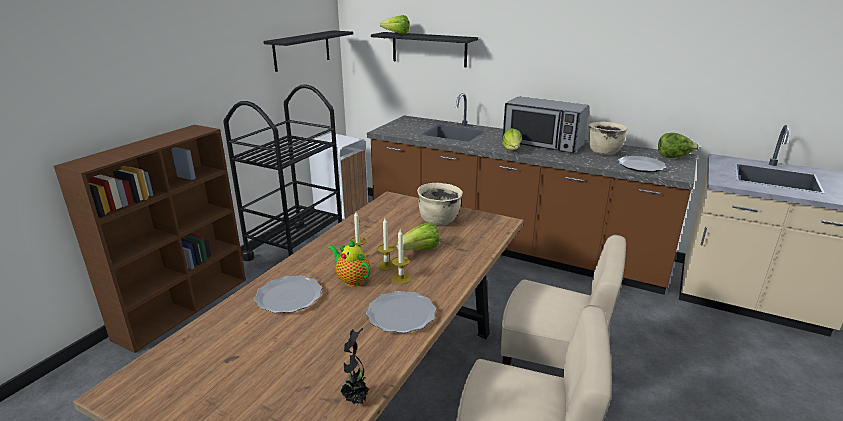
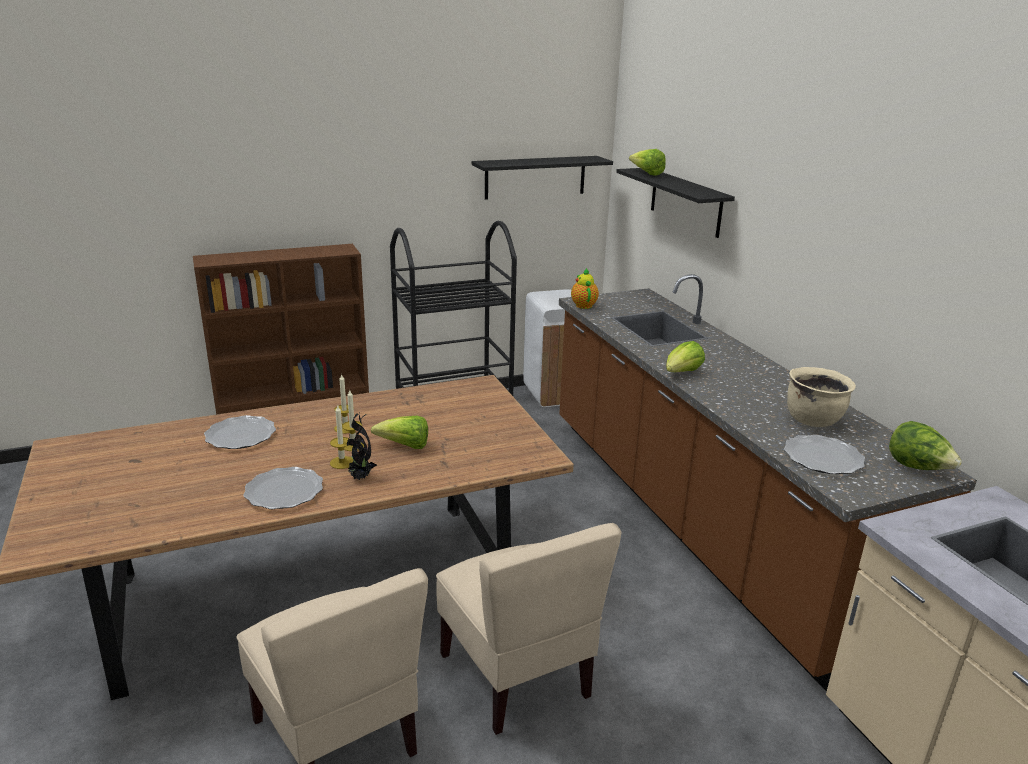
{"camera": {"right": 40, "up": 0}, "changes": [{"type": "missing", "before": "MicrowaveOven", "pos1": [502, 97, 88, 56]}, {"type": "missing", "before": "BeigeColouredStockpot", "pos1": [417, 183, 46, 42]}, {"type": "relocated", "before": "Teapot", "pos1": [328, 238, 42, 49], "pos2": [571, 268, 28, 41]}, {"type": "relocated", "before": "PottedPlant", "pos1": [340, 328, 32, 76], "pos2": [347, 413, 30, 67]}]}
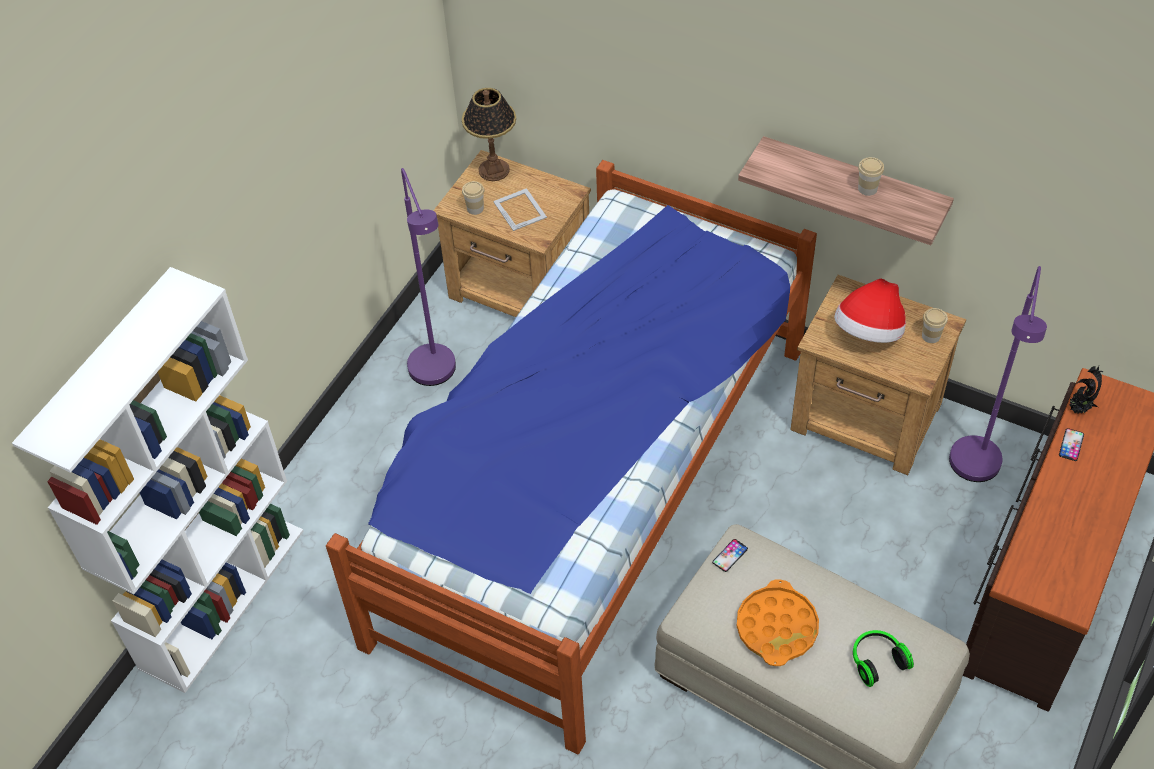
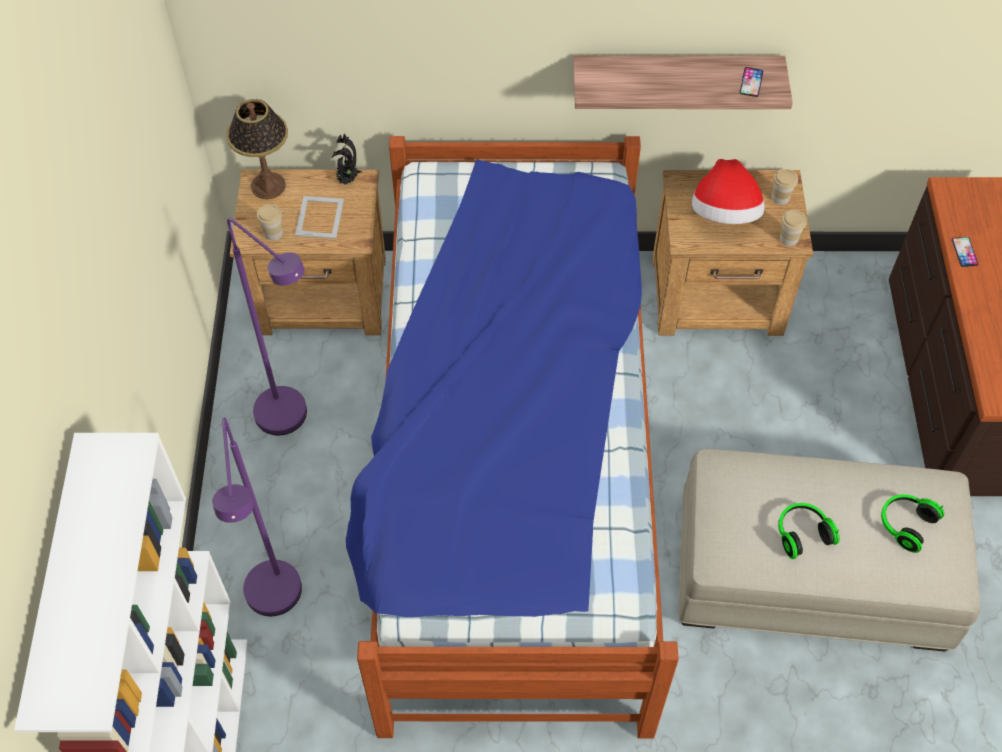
{"camera": {"right": -30, "up": 5}, "changes": [{"type": "relocated", "before": "DrinkingCup", "pos1": [858, 157, 26, 39], "pos2": [780, 210, 27, 36]}, {"type": "spun", "before": "PictureFrame", "pos1": [493, 188, 54, 43], "pos2": [295, 196, 49, 43], "turn": 60}, {"type": "relocated", "before": "PurplishFloorLamp", "pos1": [949, 266, 98, 216], "pos2": [212, 417, 90, 199]}, {"type": "relocated", "before": "PottedPlant", "pos1": [1069, 366, 34, 48], "pos2": [332, 134, 30, 51]}, {"type": "relocated", "before": "Telephone", "pos1": [712, 539, 36, 33], "pos2": [740, 67, 23, 30]}, {"type": "exchanged", "before": "OrangeColouredServingTray", "after": "Headphones", "pos1": [737, 579, 82, 87], "pos2": [778, 503, 61, 56]}]}
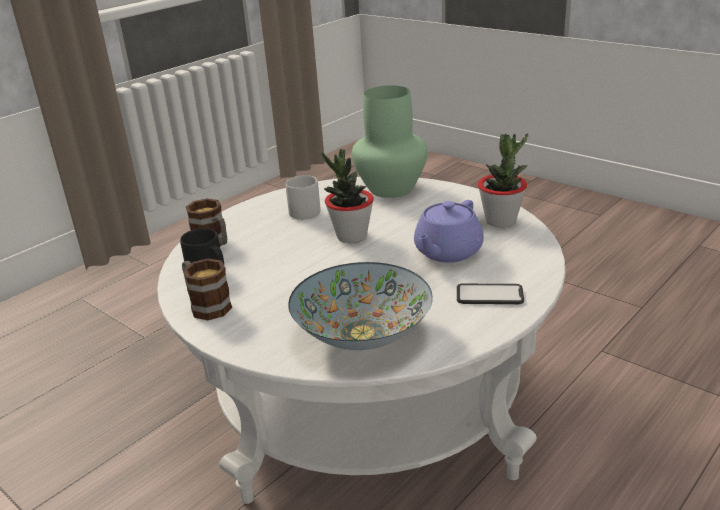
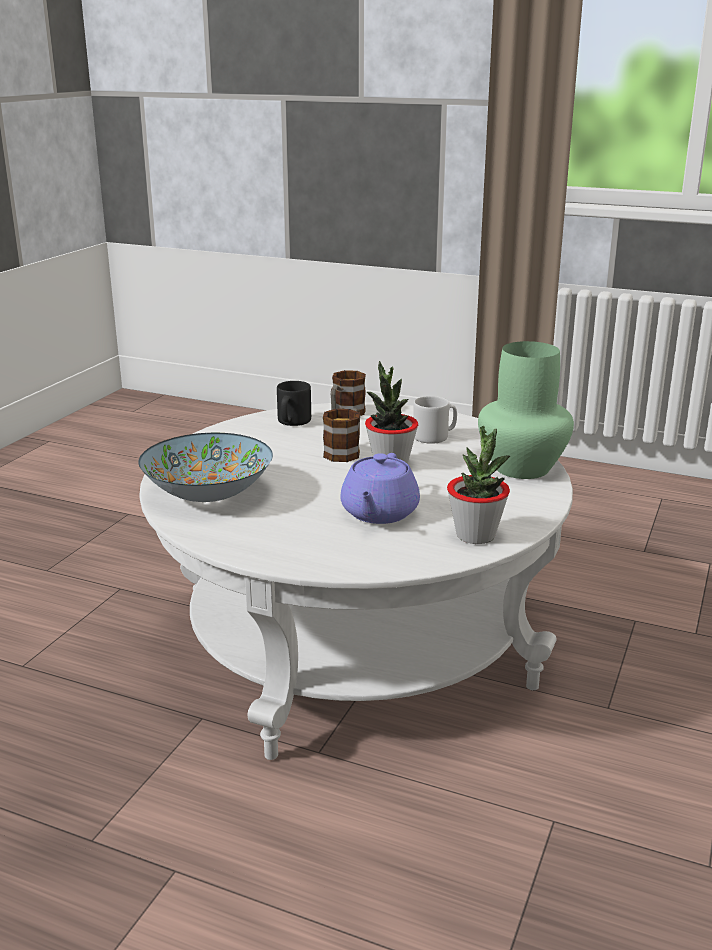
{"camera": {"right": 70, "up": -5}, "changes": [{"type": "spun", "before": "PurplishTeapot", "pos1": [414, 200, 70, 63], "pos2": [340, 453, 80, 71], "turn": -90}, {"type": "relocated", "before": "Mug", "pos1": [182, 258, 50, 62], "pos2": [323, 408, 37, 54]}, {"type": "missing", "before": "Telephone", "pos1": [457, 284, 67, 20]}]}
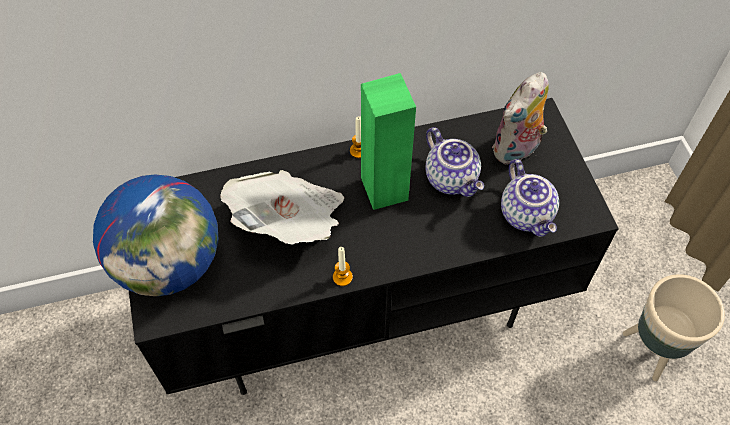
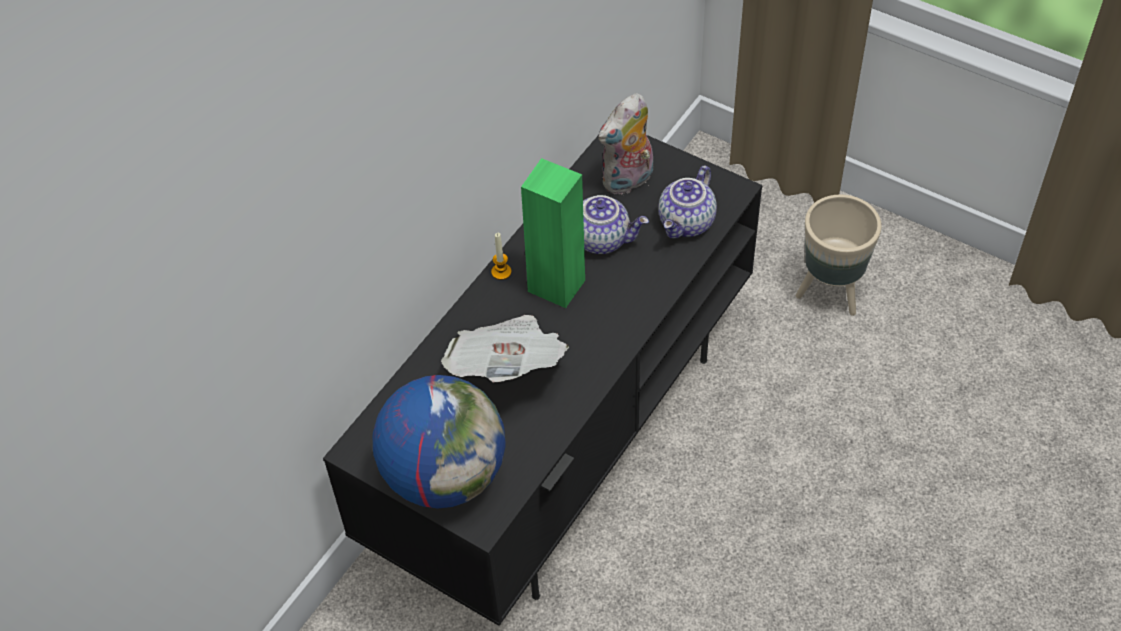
{"camera": {"right": -40, "up": -5}, "changes": [{"type": "spun", "before": "PlushToy", "pos1": [492, 72, 57, 93], "pos2": [599, 93, 54, 103], "turn": 45}, {"type": "spun", "before": "Teapot", "pos1": [501, 159, 58, 78], "pos2": [658, 165, 59, 74], "turn": 90}, {"type": "missing", "before": "WaxLight", "pos1": [333, 247, 20, 39]}]}
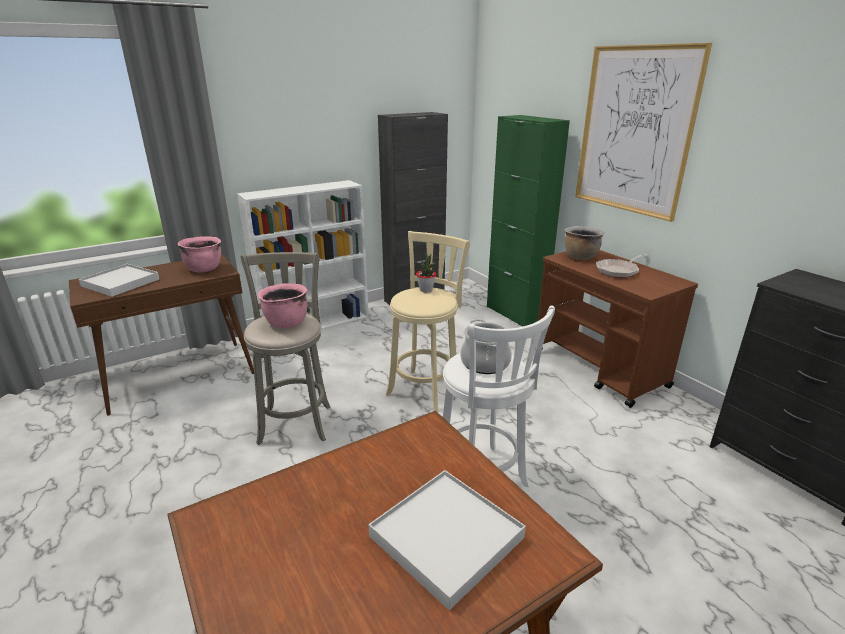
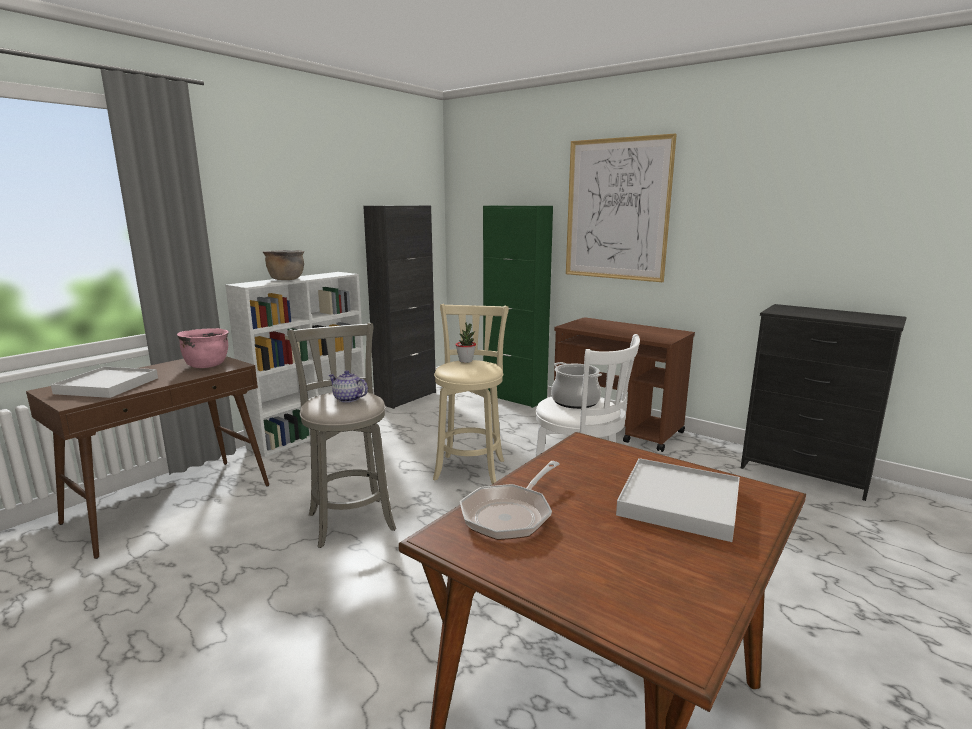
{"camera": {"right": -20, "up": -10}, "changes": [{"type": "relocated", "before": "BrownColouredStockpot", "pos1": [564, 226, 40, 34], "pos2": [263, 250, 41, 30]}, {"type": "relocated", "before": "Skillet", "pos1": [596, 254, 51, 24], "pos2": [460, 461, 100, 79]}, {"type": "exchanged", "before": "PinkStockpot", "after": "Teapot", "pos1": [258, 283, 49, 45], "pos2": [328, 370, 40, 33]}]}
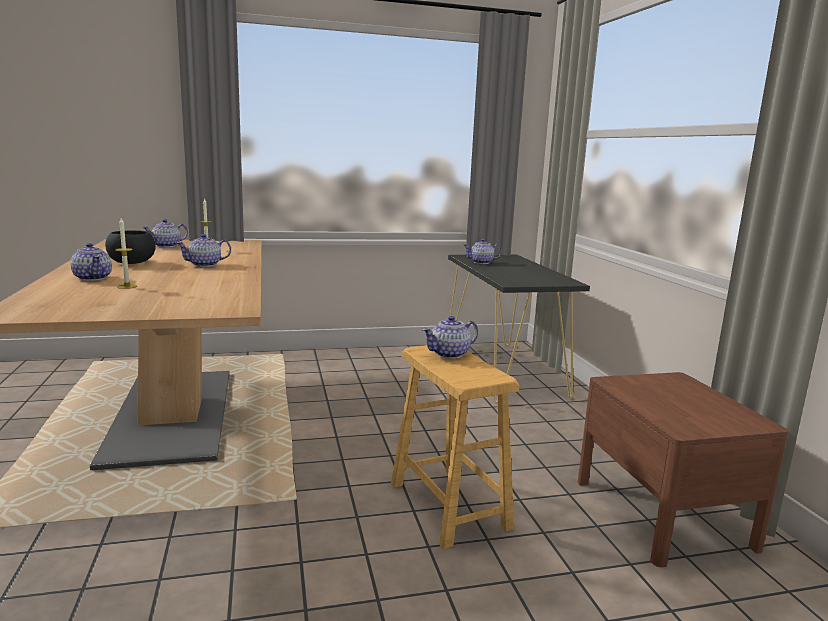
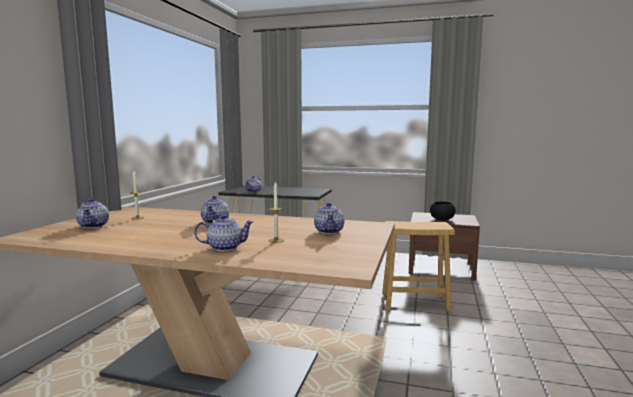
{"camera": {"right": -60, "up": -5}, "changes": [{"type": "relocated", "before": "BlackServingBowl", "pos1": [105, 230, 51, 34], "pos2": [430, 201, 26, 19]}, {"type": "relocated", "before": "Teapot", "pos1": [422, 316, 56, 43], "pos2": [314, 202, 30, 32]}]}
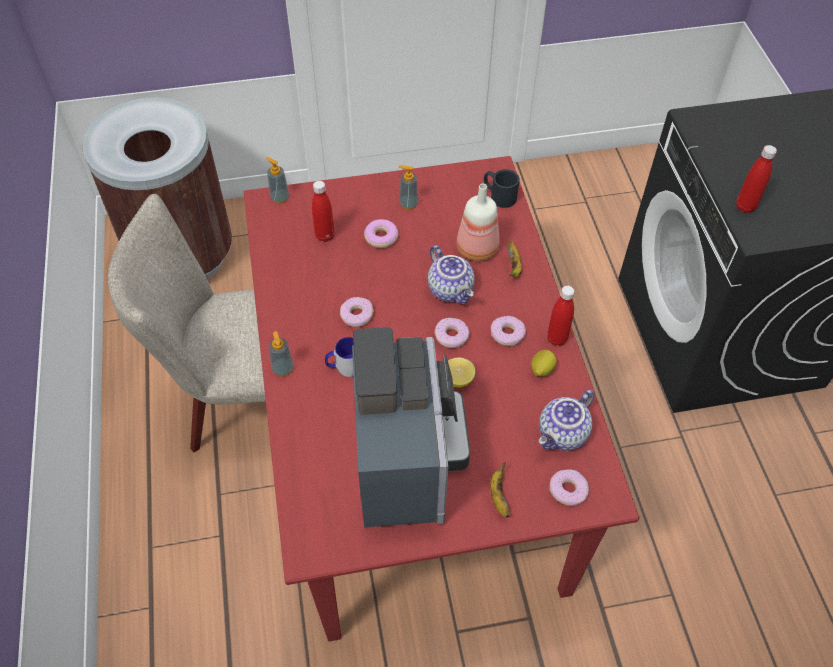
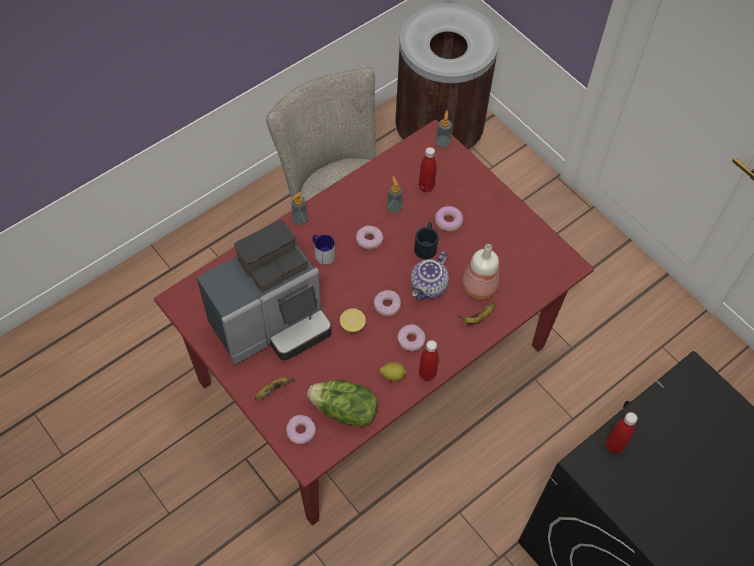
{"camera": {"right": 60, "up": 5}, "changes": [{"type": "relocated", "before": "SoapBottle", "pos1": [398, 165, 20, 45], "pos2": [386, 176, 17, 38]}, {"type": "relocated", "before": "BlackMug", "pos1": [484, 169, 36, 39], "pos2": [414, 223, 25, 36]}, {"type": "exchanged", "before": "Teapot", "after": "LettuceHead", "pos1": [538, 390, 57, 61], "pos2": [307, 380, 71, 47]}]}
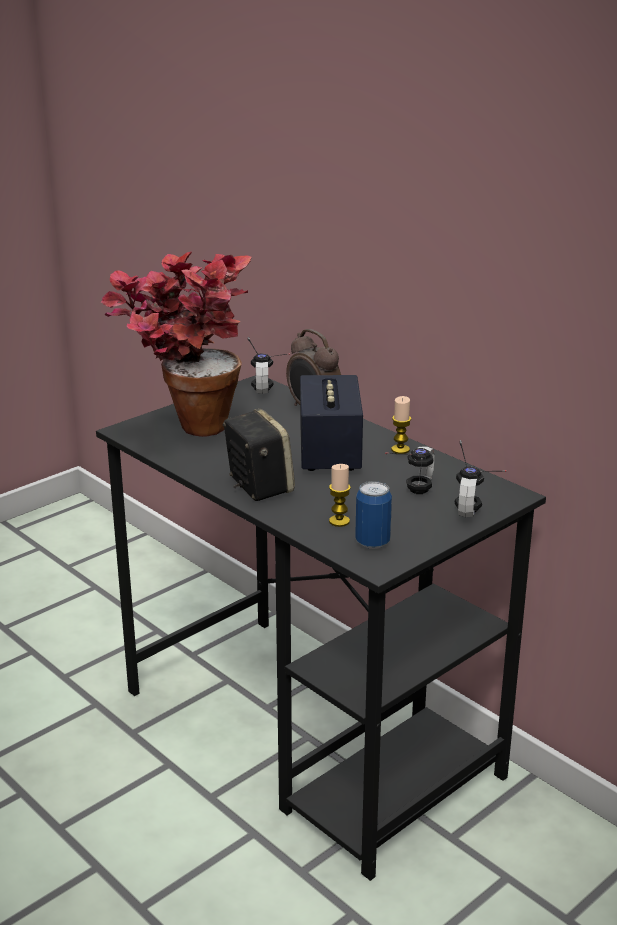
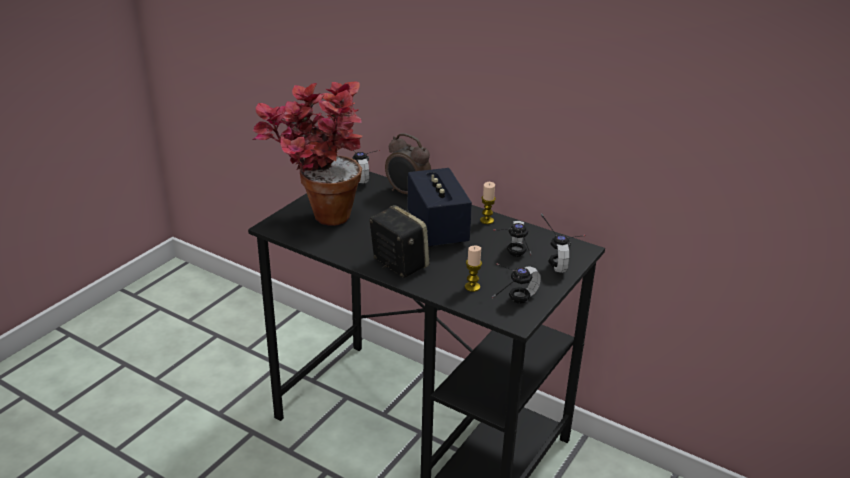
{"camera": {"right": -15, "up": 5}, "changes": [{"type": "exchanged", "before": "Can", "after": "Headphones", "pos1": [355, 481, 37, 68], "pos2": [492, 264, 49, 40]}]}
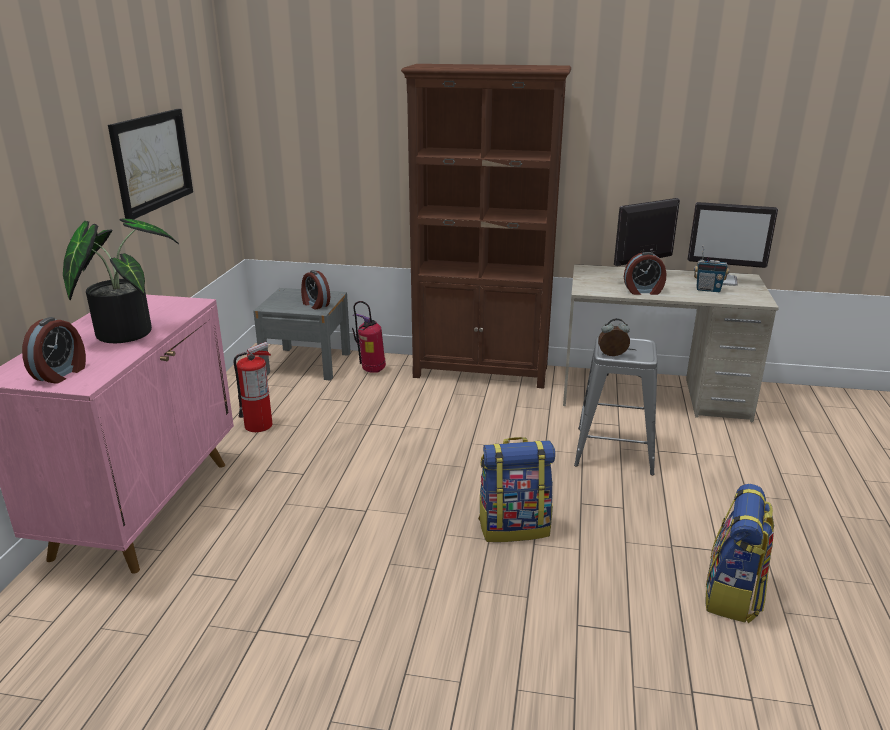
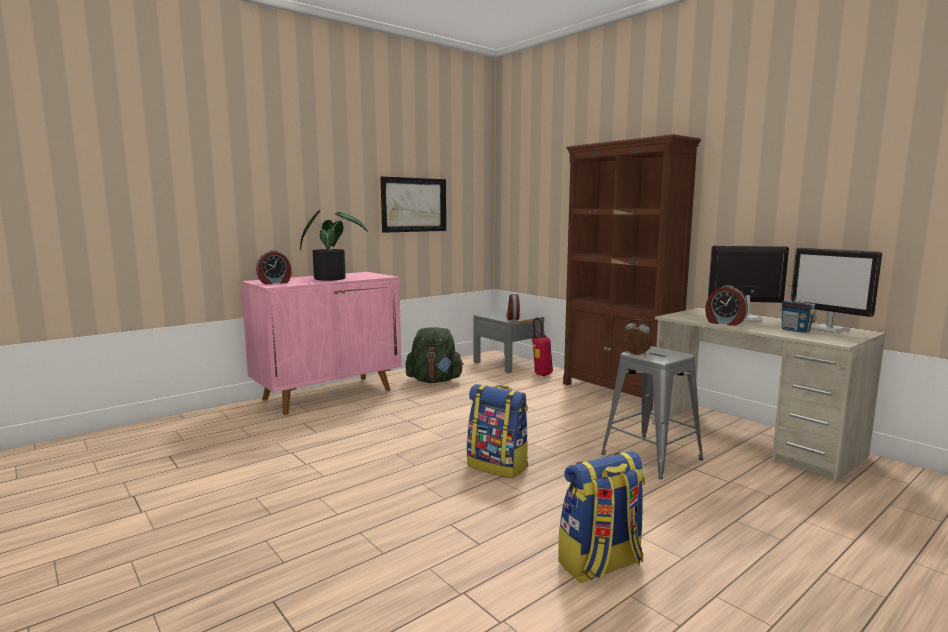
{"camera": {"right": 40, "up": -15}, "changes": [{"type": "exchanged", "before": "FireExtinguisher", "after": "GreenColouredKnapsack", "pos1": [234, 342, 38, 90], "pos2": [406, 327, 58, 56]}]}
